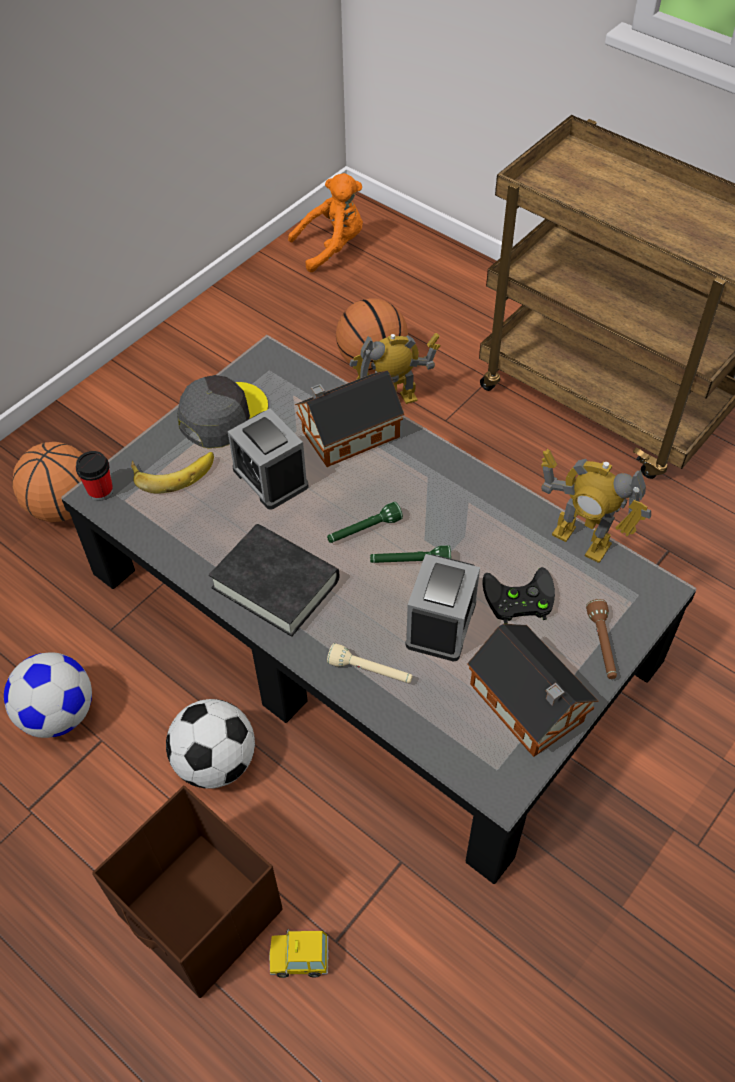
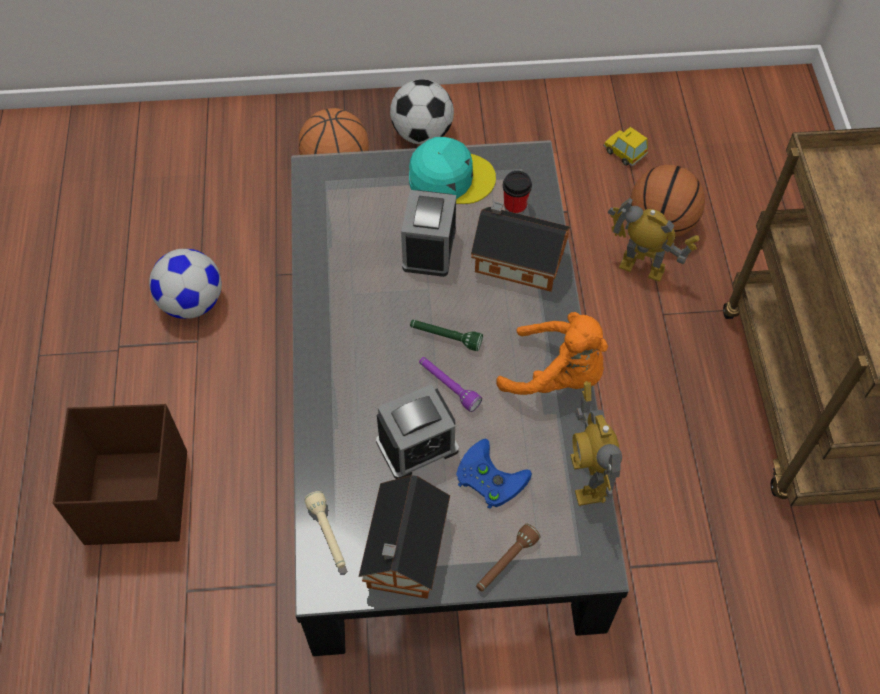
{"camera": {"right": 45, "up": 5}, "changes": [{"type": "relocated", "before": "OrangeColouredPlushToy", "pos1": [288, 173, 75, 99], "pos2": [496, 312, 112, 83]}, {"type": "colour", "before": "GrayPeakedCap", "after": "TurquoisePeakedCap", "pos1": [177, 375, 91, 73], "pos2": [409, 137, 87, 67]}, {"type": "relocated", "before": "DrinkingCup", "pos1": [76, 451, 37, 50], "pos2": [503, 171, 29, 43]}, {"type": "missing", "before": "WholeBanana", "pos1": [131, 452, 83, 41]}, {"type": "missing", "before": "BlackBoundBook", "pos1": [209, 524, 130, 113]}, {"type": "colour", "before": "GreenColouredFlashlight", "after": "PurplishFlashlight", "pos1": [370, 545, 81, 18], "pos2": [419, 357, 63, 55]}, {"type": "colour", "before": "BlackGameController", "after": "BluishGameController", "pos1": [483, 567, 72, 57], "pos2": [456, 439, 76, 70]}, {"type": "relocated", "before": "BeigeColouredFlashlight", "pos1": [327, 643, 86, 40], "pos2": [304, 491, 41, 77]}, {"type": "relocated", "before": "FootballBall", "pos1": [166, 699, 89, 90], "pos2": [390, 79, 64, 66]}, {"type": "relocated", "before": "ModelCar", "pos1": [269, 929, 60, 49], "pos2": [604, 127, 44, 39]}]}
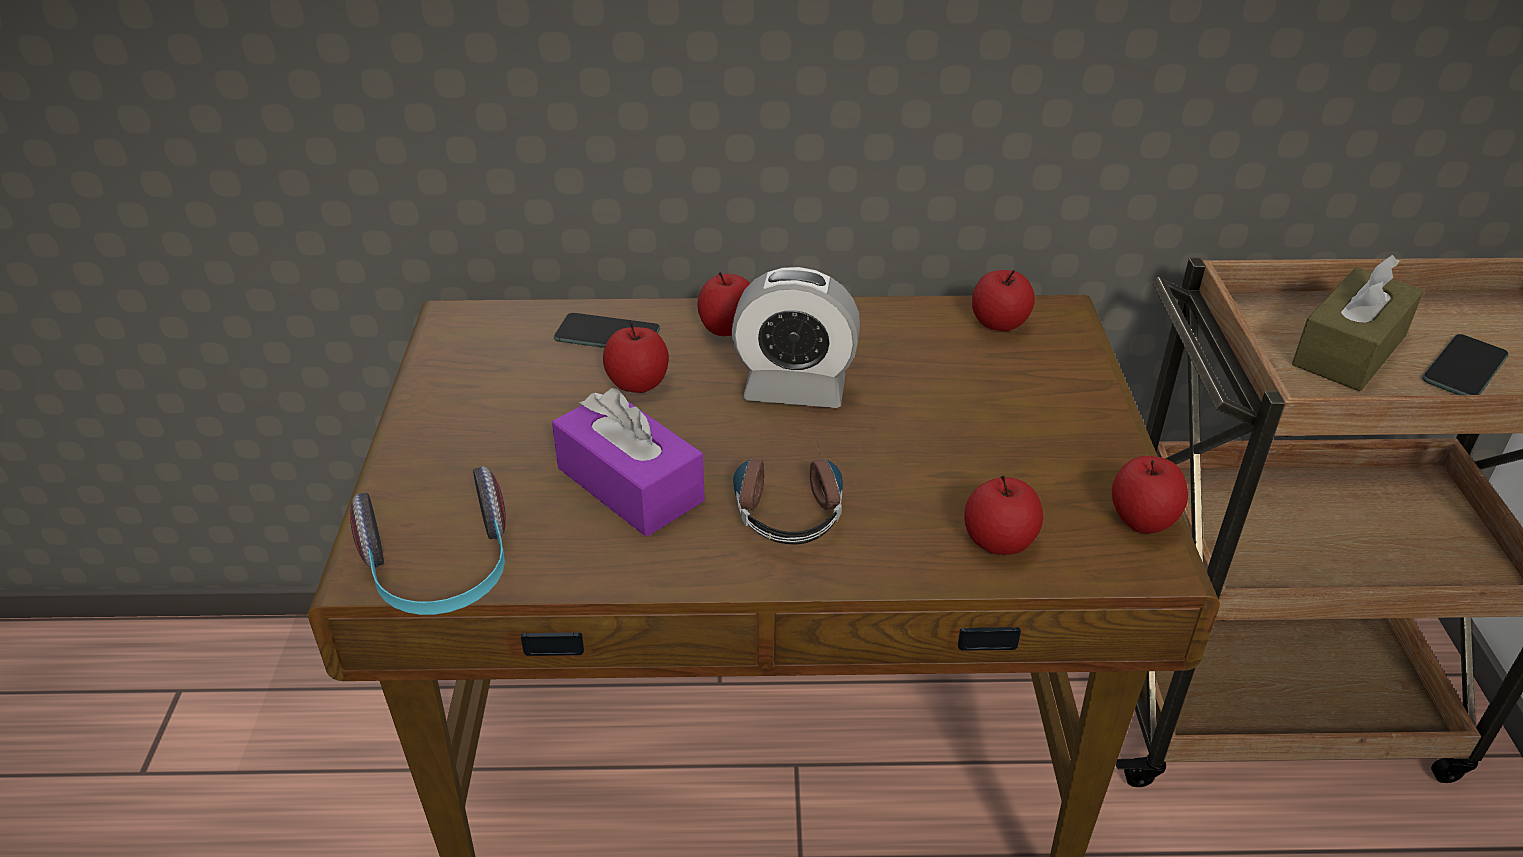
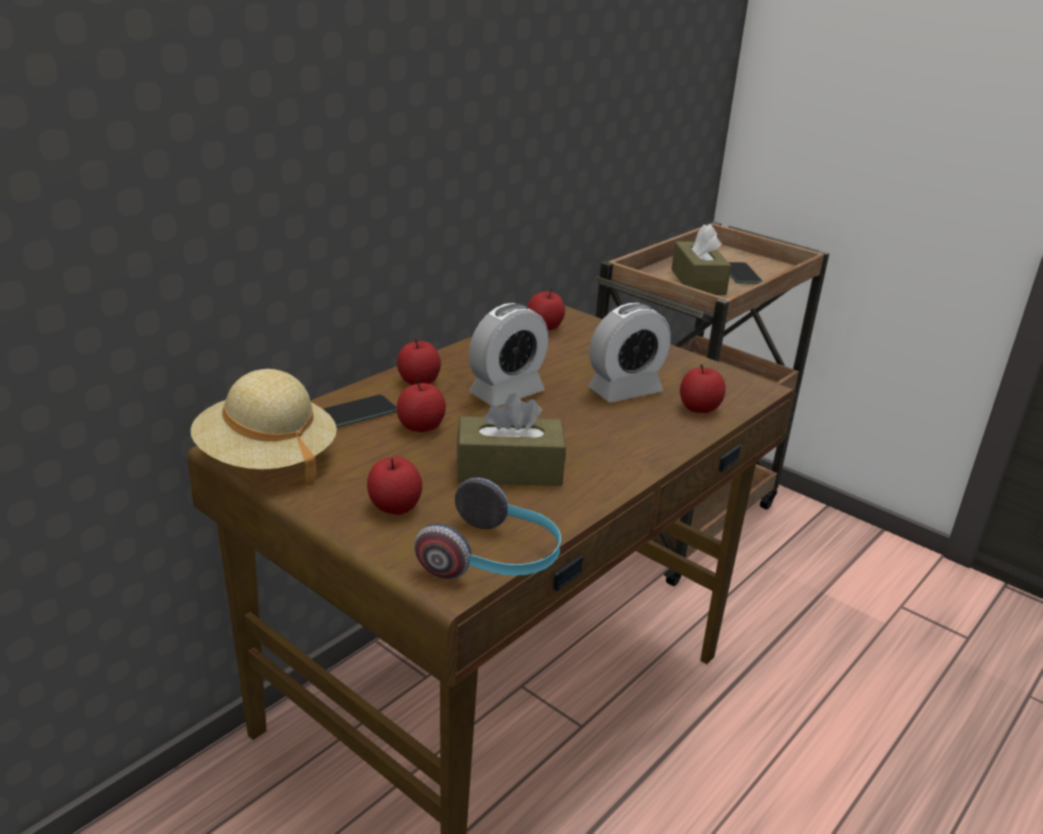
{"camera": {"right": -50, "up": -10}, "changes": [{"type": "colour", "before": "PurplishTissueBox", "after": "BrownColouredTissueBox", "pos1": [552, 388, 153, 149], "pos2": [456, 393, 110, 93]}, {"type": "missing", "before": "Headphones", "pos1": [733, 435, 110, 110]}, {"type": "relocated", "before": "WholeApple", "pos1": [1112, 456, 76, 78], "pos2": [367, 457, 55, 58]}, {"type": "appeared", "after": "TableClock", "pos2": [588, 303, 83, 100]}, {"type": "appeared", "after": "BeigeColouredHat", "pos2": [191, 369, 146, 116]}]}
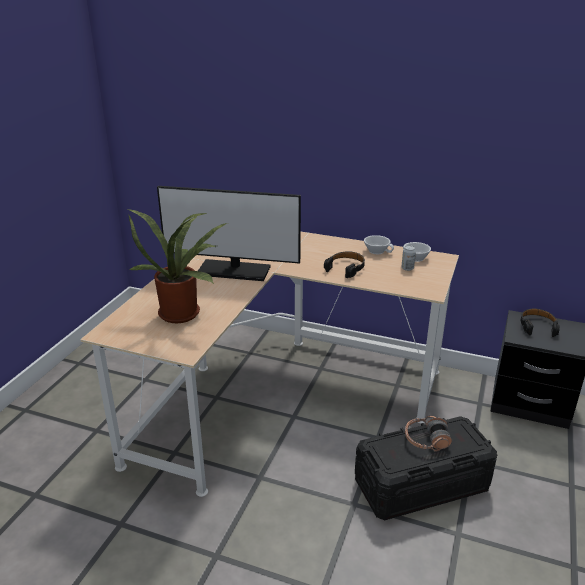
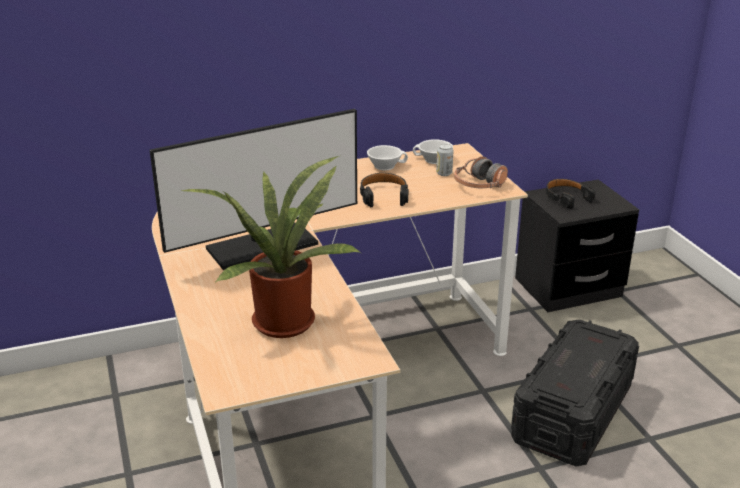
{"camera": {"right": -40, "up": 0}, "changes": [{"type": "relocated", "before": "Headphones", "pos1": [405, 416, 47, 36], "pos2": [454, 156, 54, 32]}]}
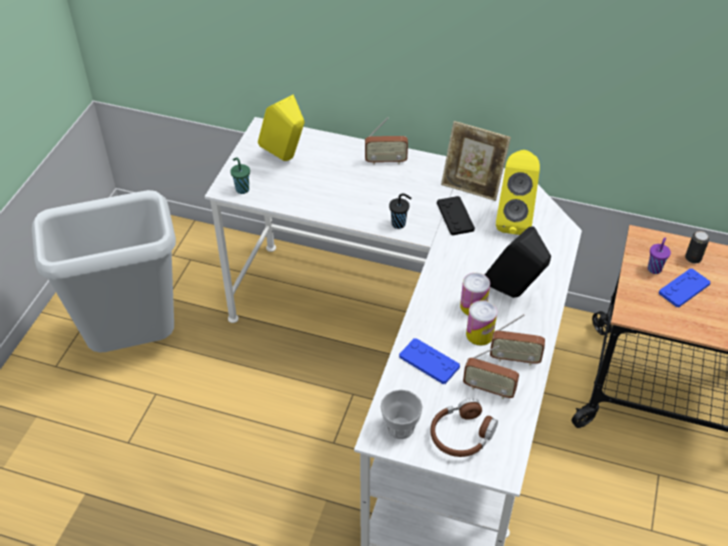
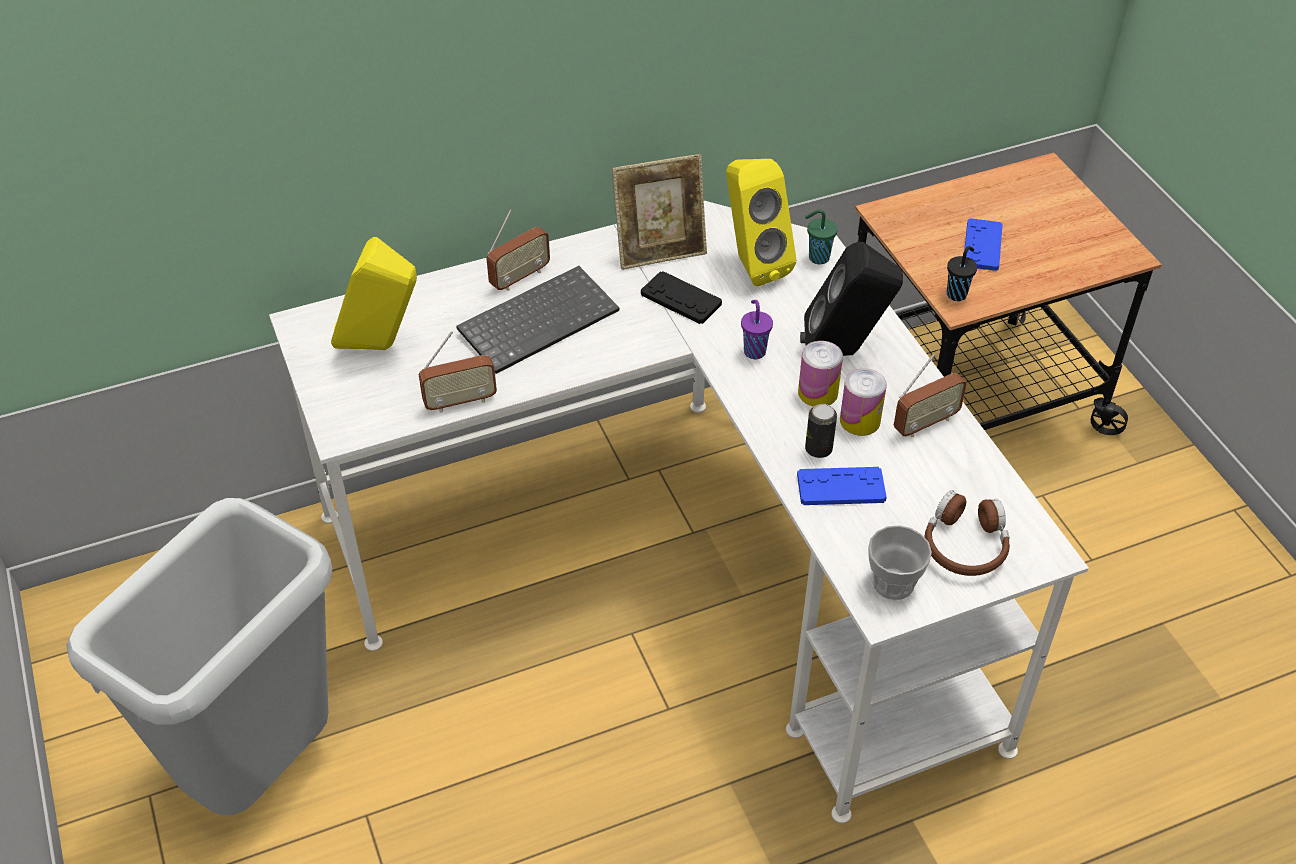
{"camera": {"right": -40, "up": 0}, "changes": [{"type": "relocated", "before": "GreenColouredDrinkingCup", "pos1": [230, 157, 20, 37], "pos2": [805, 210, 33, 55]}, {"type": "relocated", "before": "BlackDrinkingCup", "pos1": [389, 193, 23, 36], "pos2": [947, 246, 30, 55]}, {"type": "relocated", "before": "Can", "pos1": [685, 231, 25, 32], "pos2": [805, 404, 32, 54]}, {"type": "relocated", "before": "PurplishDrinkingCup", "pos1": [648, 238, 23, 36], "pos2": [741, 300, 32, 59]}, {"type": "relocated", "before": "Radio", "pos1": [463, 345, 56, 54], "pos2": [419, 331, 78, 82]}, {"type": "appeared", "after": "ComputerKeyboard", "pos2": [457, 266, 162, 108]}]}
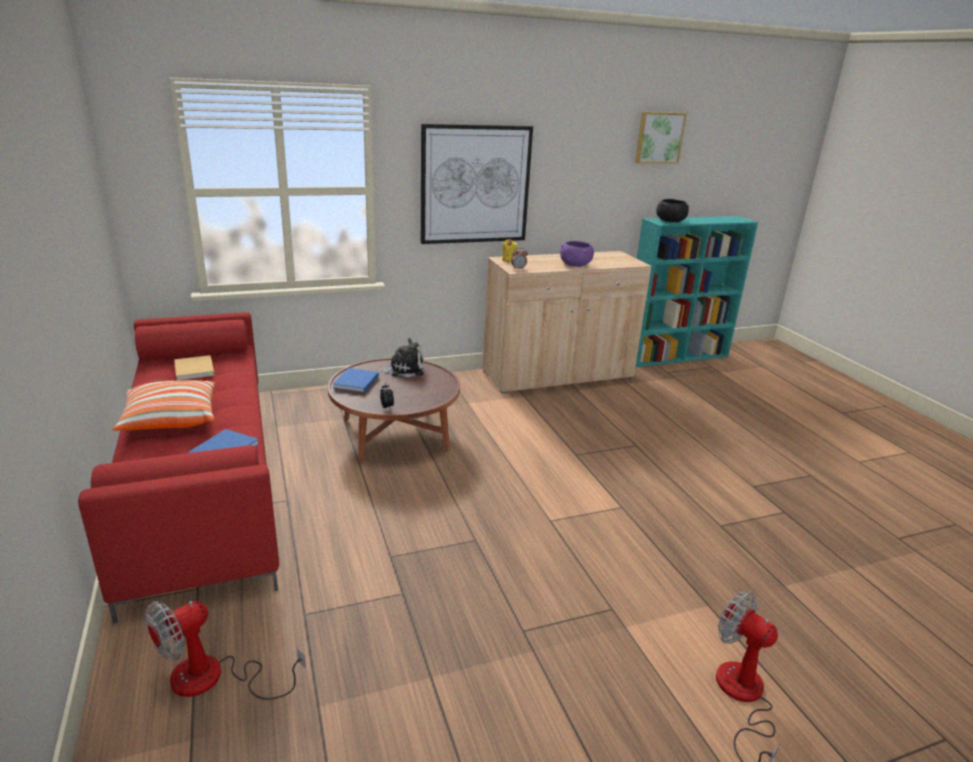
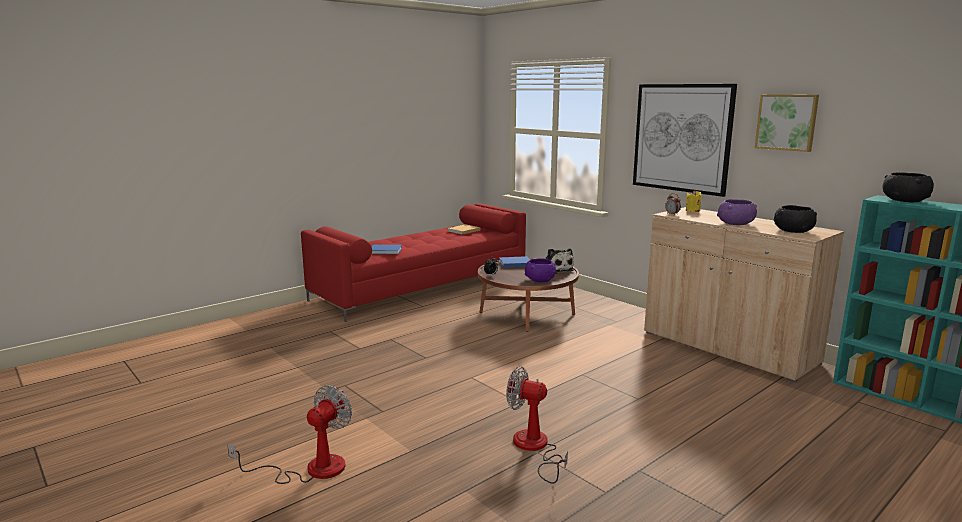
{"camera": {"right": 70, "up": -10}, "changes": [{"type": "relocated", "before": "WallArt", "pos1": [635, 112, 52, 52], "pos2": [755, 94, 64, 58]}, {"type": "missing", "before": "ThrowPillow", "pos1": [113, 380, 102, 51]}, {"type": "relocated", "before": "CoolingFan", "pos1": [145, 600, 161, 100], "pos2": [506, 366, 62, 118]}, {"type": "appeared", "after": "BlackServingBowl", "pos2": [774, 205, 43, 28]}, {"type": "appeared", "after": "PurplishServingBowl", "pos2": [525, 258, 31, 24]}]}
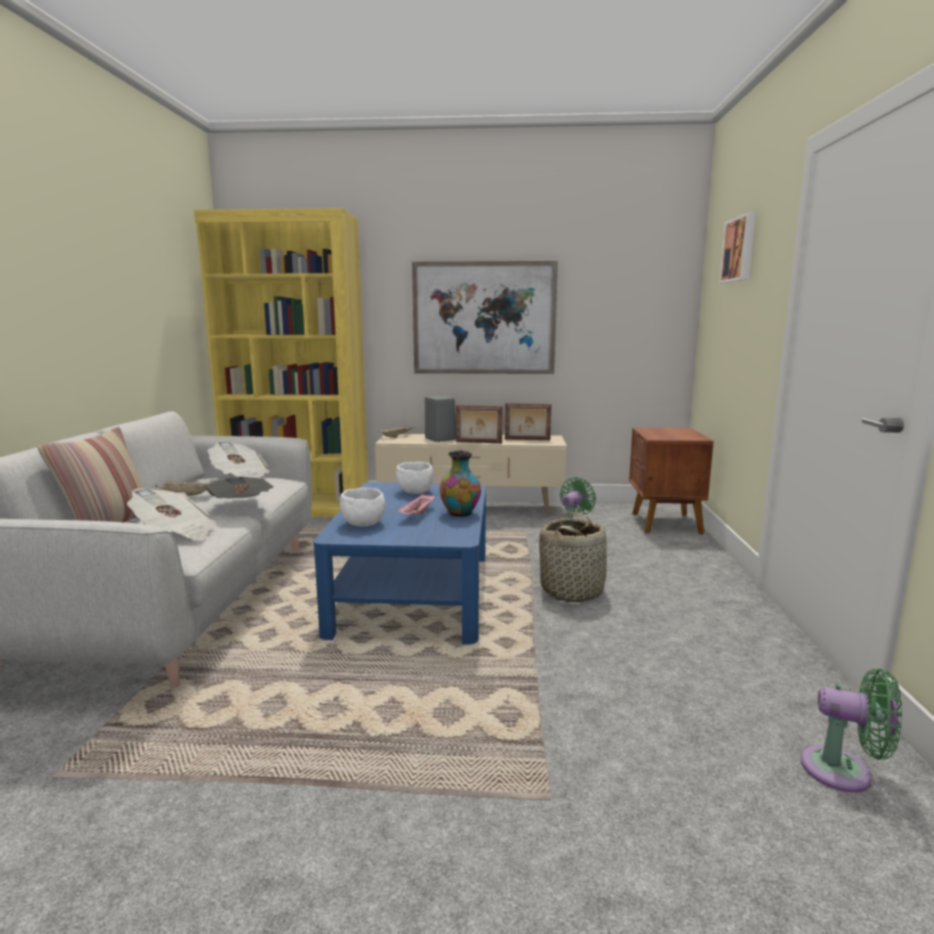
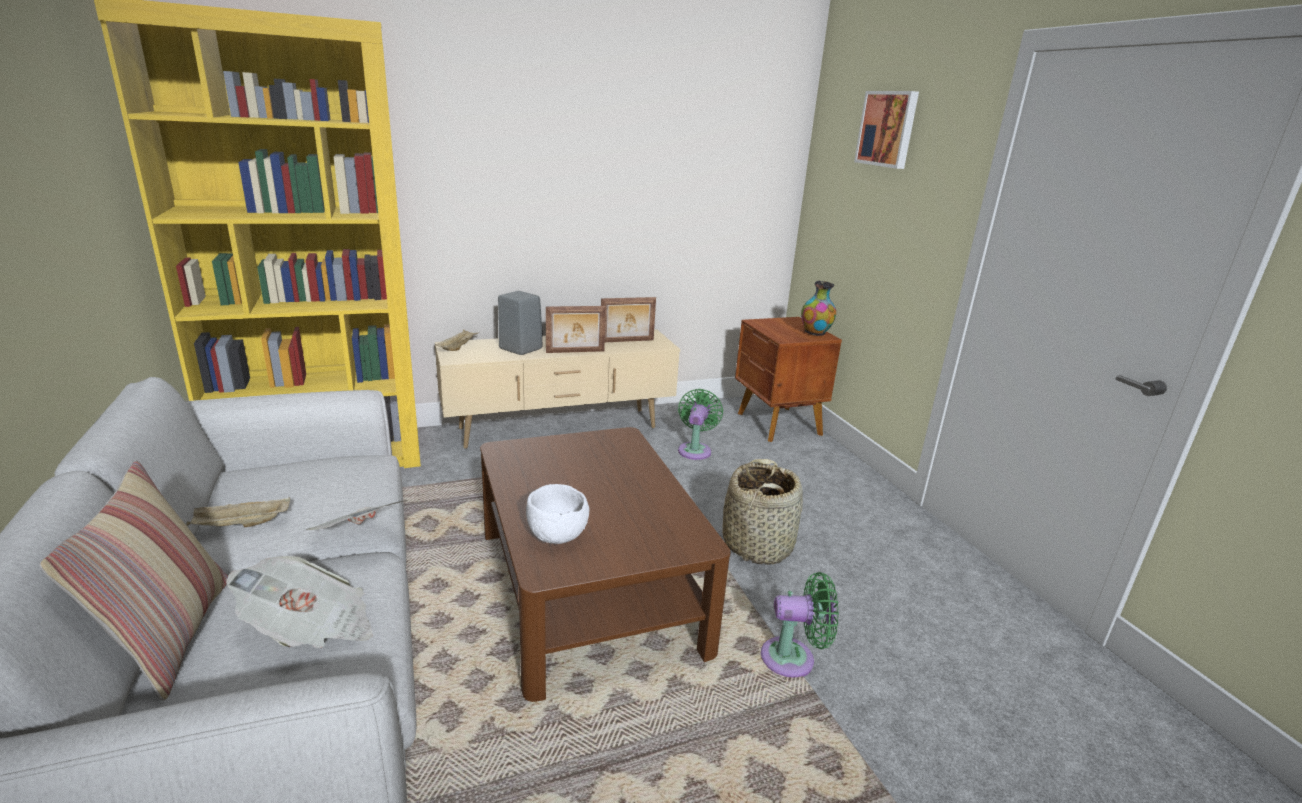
{"camera": {"right": -25, "up": 10}, "changes": [{"type": "missing", "before": "WallArt", "pos1": [412, 261, 146, 113]}, {"type": "missing", "before": "Newspaper", "pos1": [207, 441, 63, 37]}, {"type": "relocated", "before": "Vase", "pos1": [440, 450, 41, 67], "pos2": [801, 281, 35, 55]}, {"type": "missing", "before": "WhiteColouredServingBowl", "pos1": [396, 462, 38, 32]}, {"type": "colour", "before": "BluishCoffeeTable", "after": "BrownColouredCoffeeTable", "pos1": [313, 482, 173, 163], "pos2": [480, 427, 251, 275]}, {"type": "missing", "before": "PinkServingTray", "pos1": [398, 493, 37, 22]}, {"type": "relocated", "before": "GreenColouredCoolingFan", "pos1": [801, 669, 101, 124], "pos2": [761, 572, 78, 105]}]}
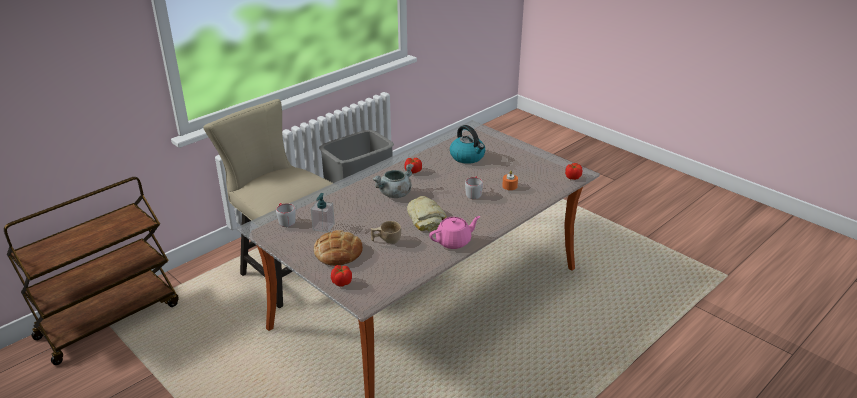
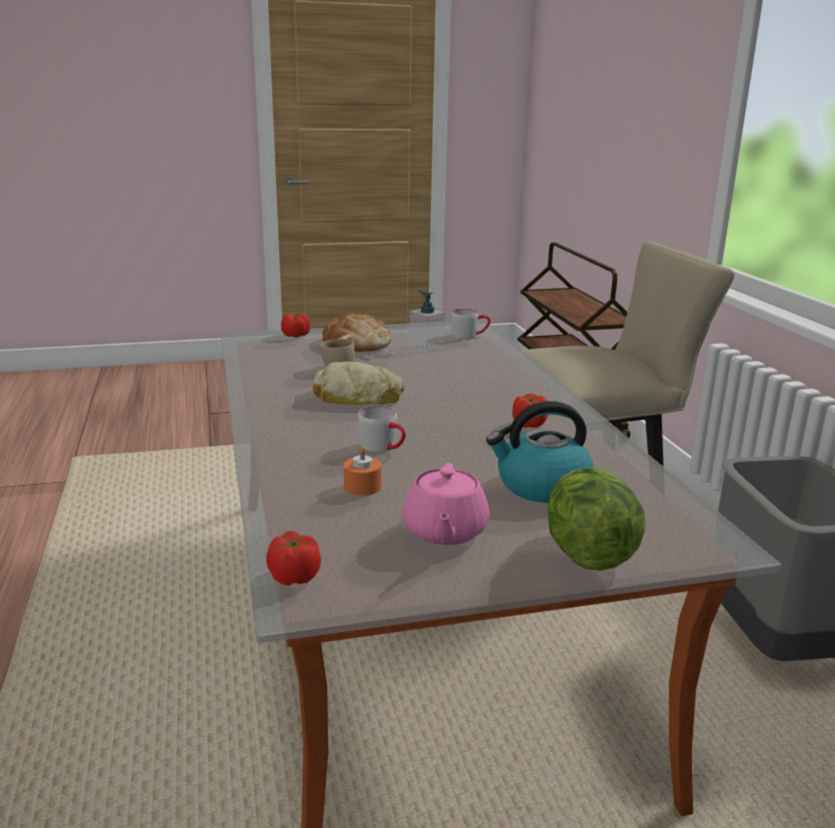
{"camera": {"right": 120, "up": -10}, "changes": [{"type": "missing", "before": "GrayStockpot", "pos1": [373, 163, 41, 35]}, {"type": "relocated", "before": "PinkTeapot", "pos1": [429, 216, 52, 33], "pos2": [402, 463, 88, 82]}, {"type": "appeared", "after": "LettuceHead", "pos2": [547, 467, 99, 104]}]}
